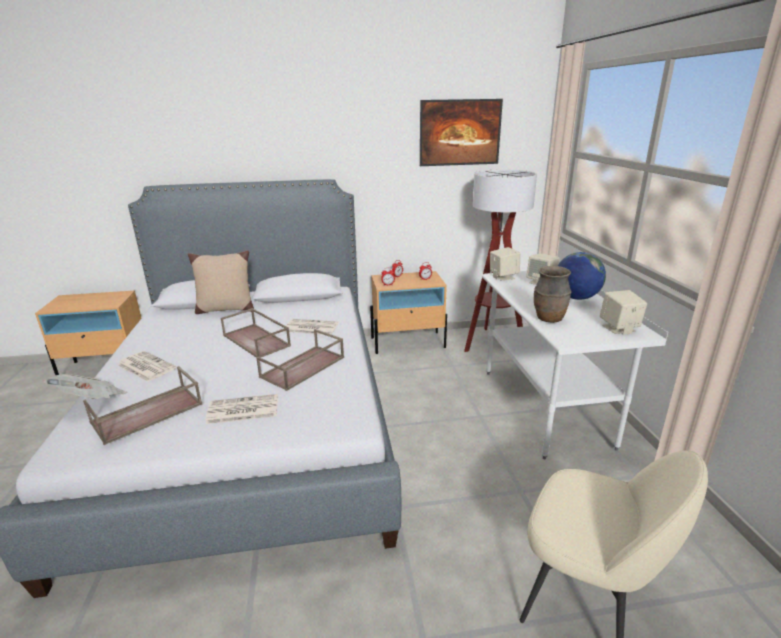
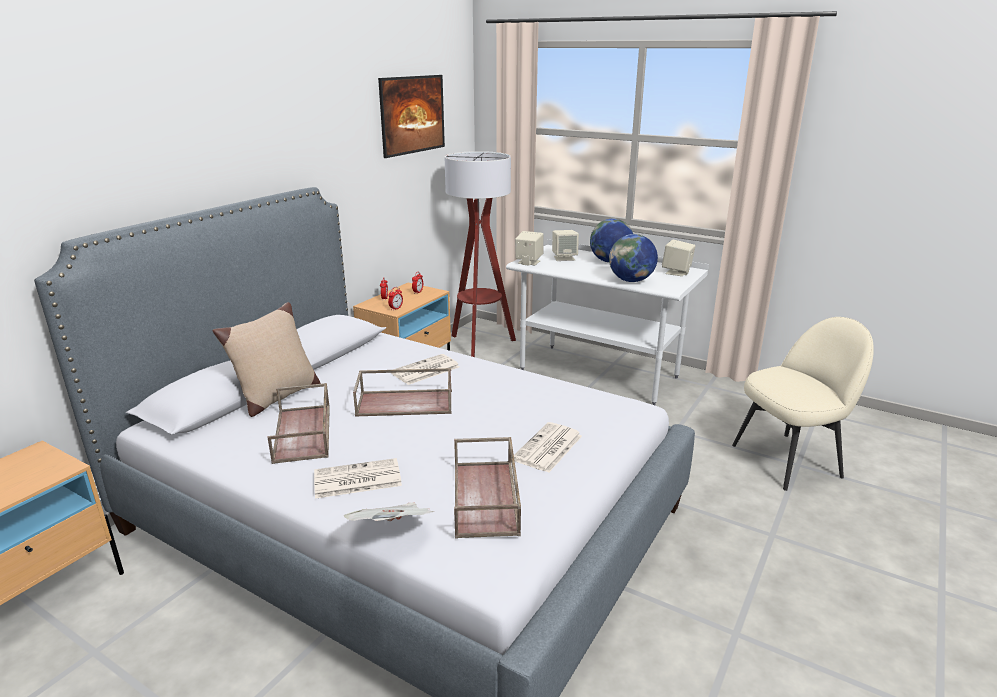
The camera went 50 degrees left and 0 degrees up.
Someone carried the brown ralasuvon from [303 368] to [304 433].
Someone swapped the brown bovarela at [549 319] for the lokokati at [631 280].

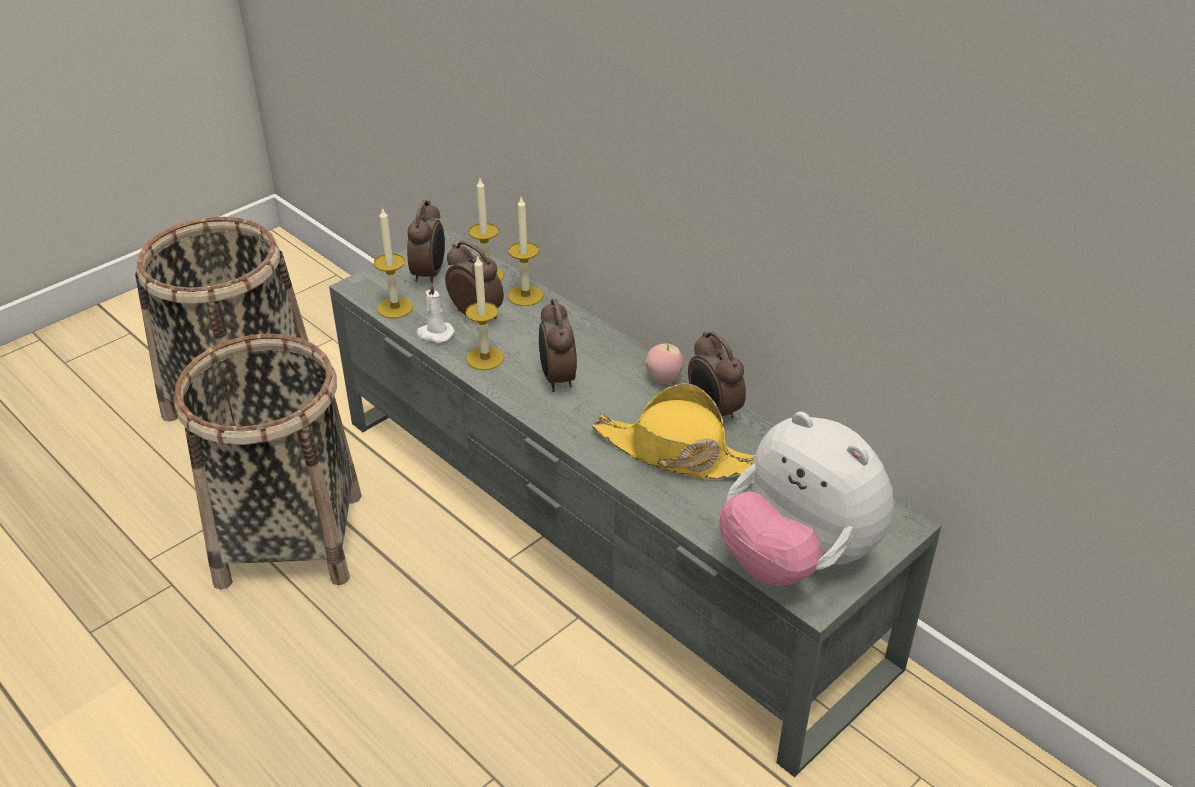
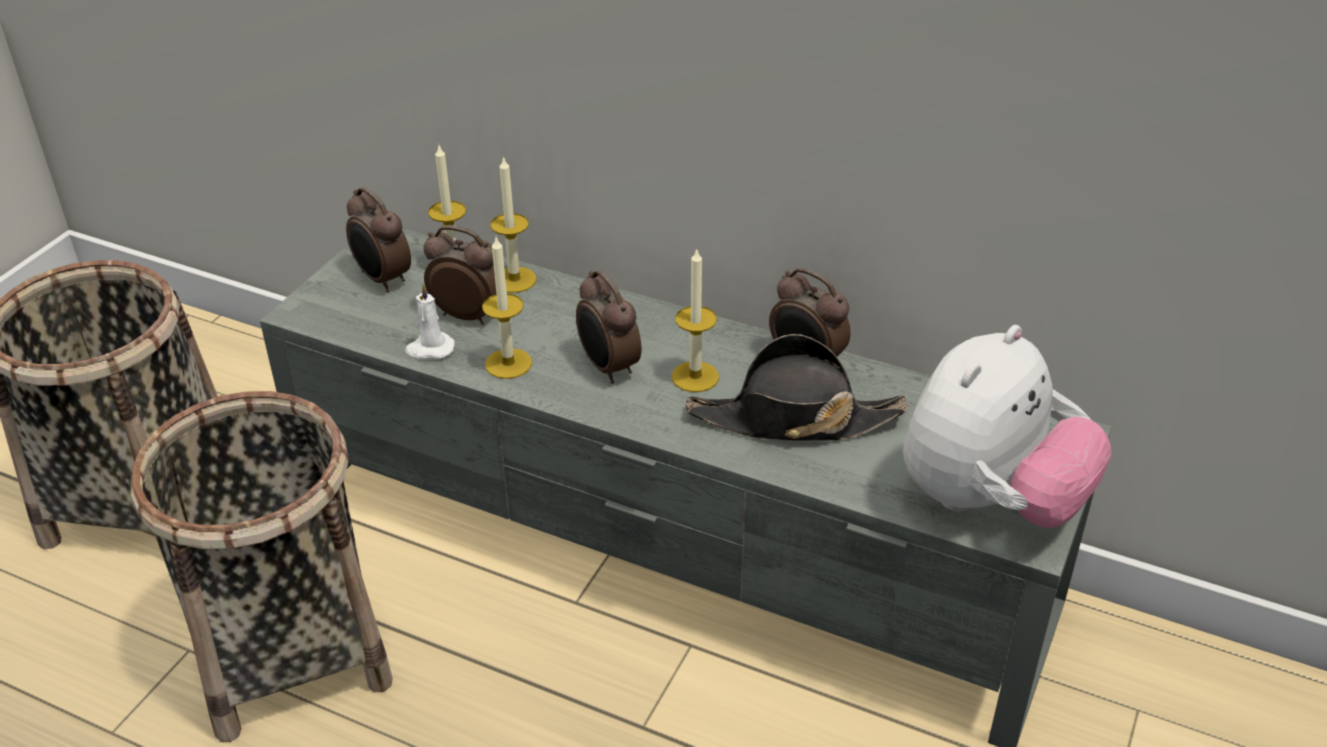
The camera went 20 degrees left and 0 degrees up.
Someone took away the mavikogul at [664 379].
Someone carried the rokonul from [395 308] to [695 376].
Someone repainted the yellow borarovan at [677 453], which became the black borarovan at [794 419].
Someone rotated the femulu at [430 274] by 150 degrees clockwise.
Someone rotated the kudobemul at [797 559] by 75 degrees counterclockwise.

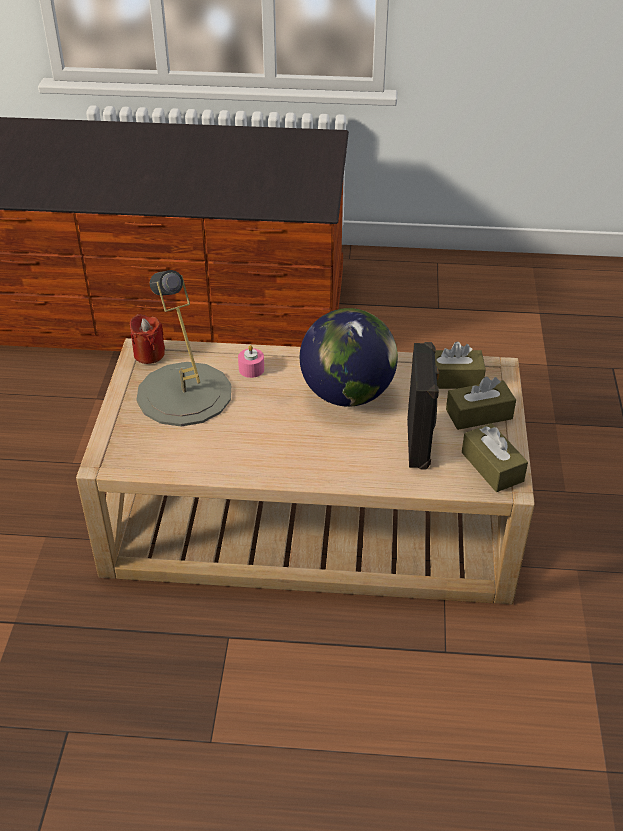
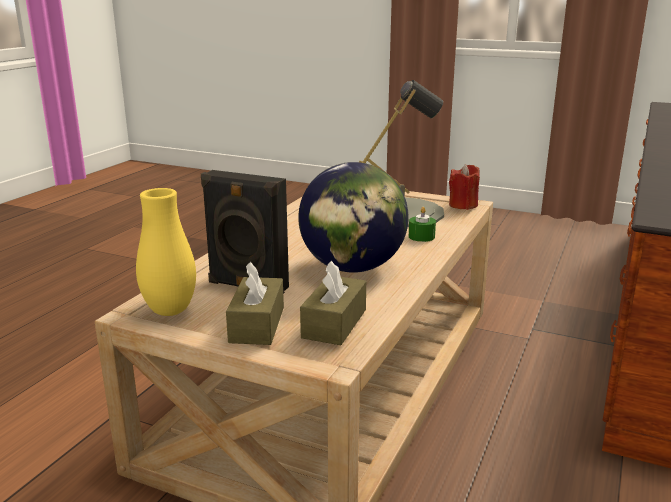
The camera went 110 degrees right and 20 degrees down.
Someone swapped the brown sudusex at [492 467] for the yellow bovarela at [170 311].
Someone repainted the pink rokonul at [251 369], which became the green rokonul at [421 236].

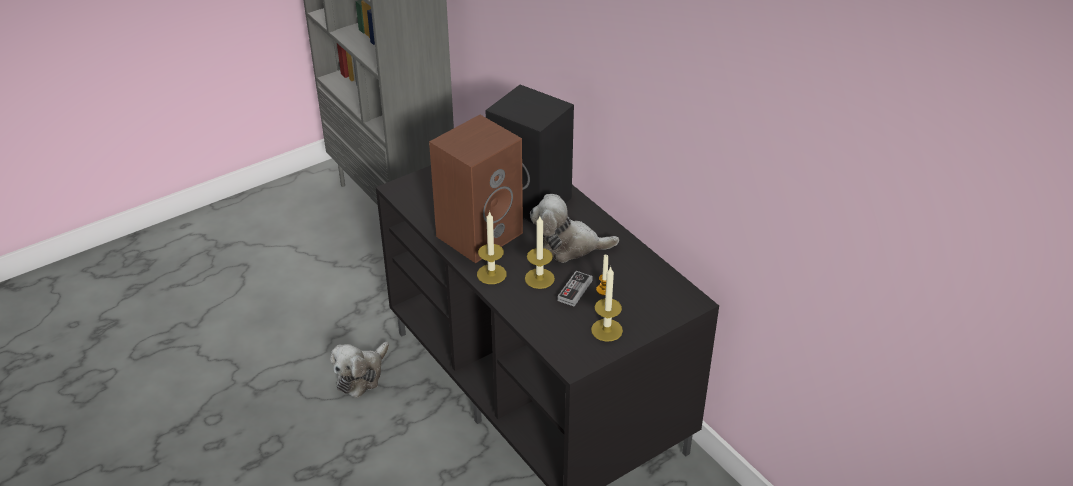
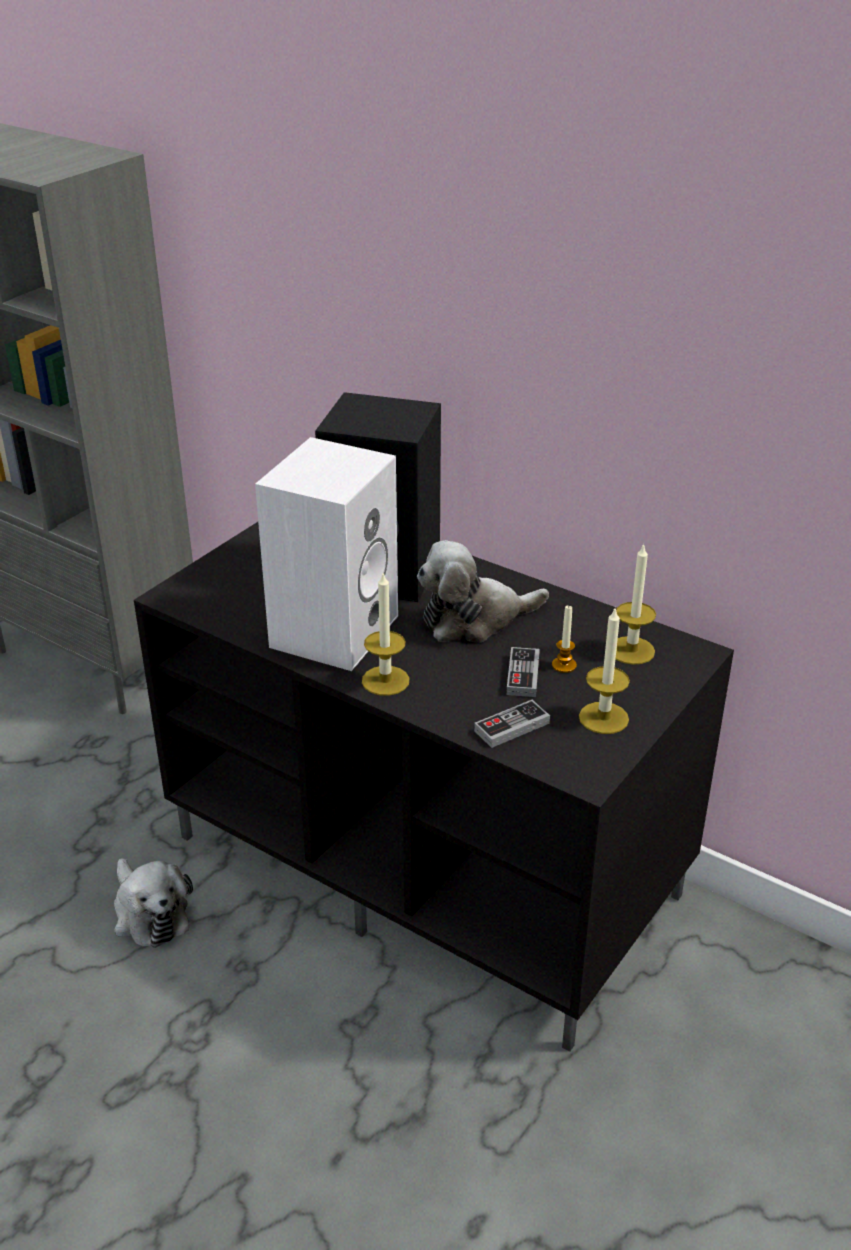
The camera went 20 degrees left and 5 degrees down.
Someone put down the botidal at [512 727].
Someone carried the rokonul from [539 278] to [631 650].
Someone repainted the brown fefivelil at [479 233], which became the white fefivelil at [333 629].
Someone rotated the kudobemul at [361 375] by 45 degrees counterclockwise.

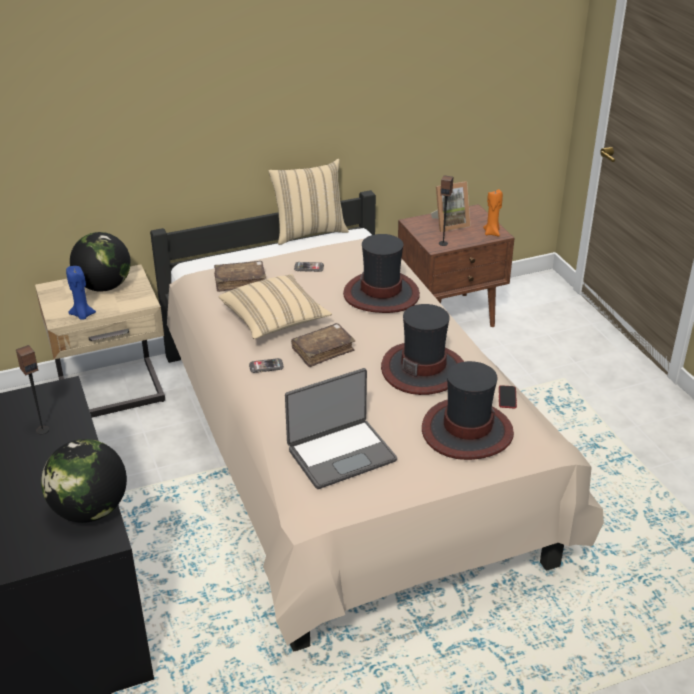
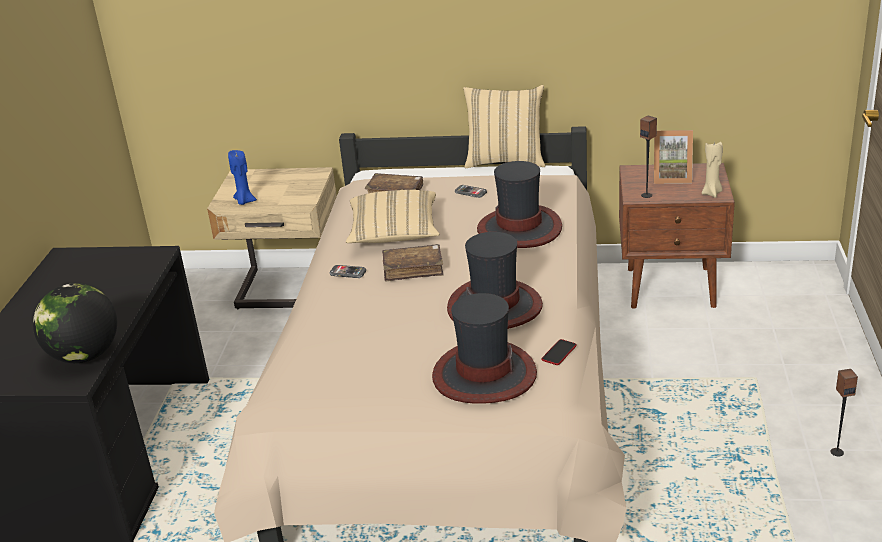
The camera went 30 degrees right and 5 degrees down.
Someone took away the lokokati at [104 286].
Someone took away the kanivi at [341 454].
Someone carried the fefivelil from [42 430] to [836 452].
Someone repainted the orange rokonul at [492 233], which became the beige rokonul at [712 193].

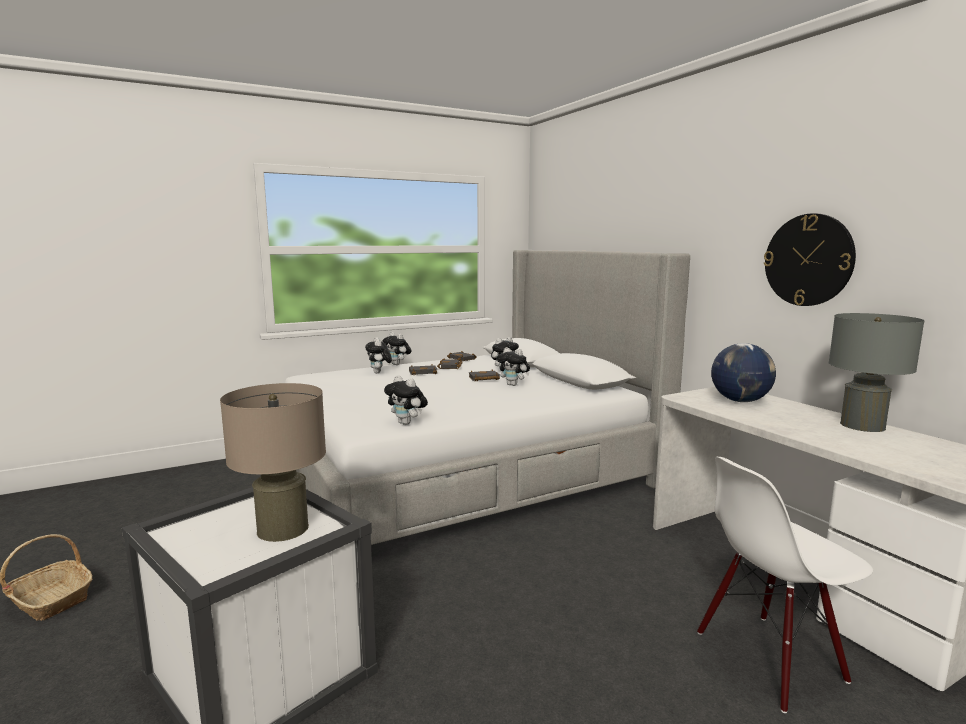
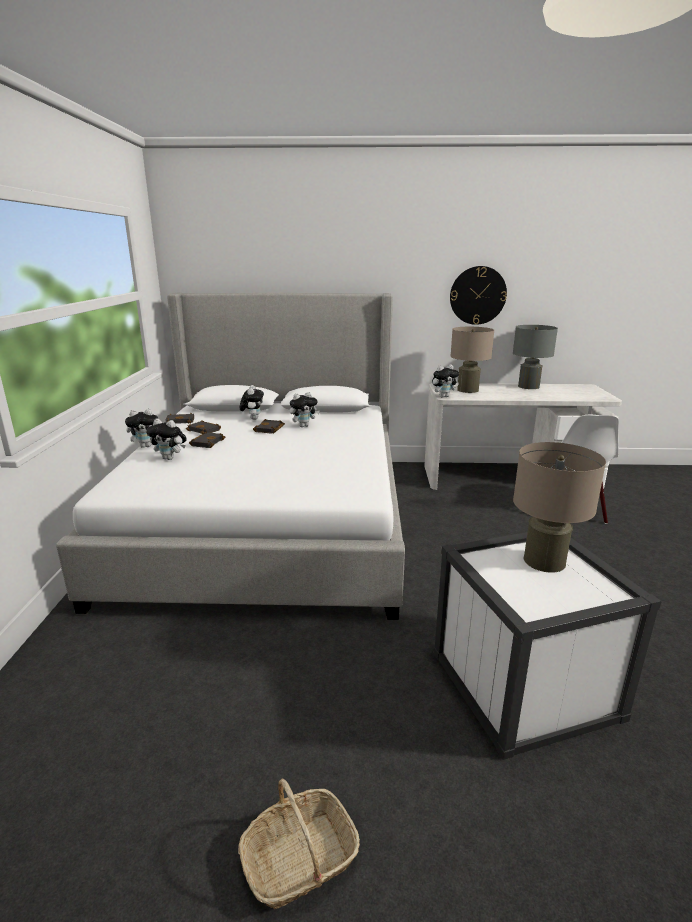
The camera went 60 degrees left and 10 degrees up.
Someone carried the kudobemul from [407 423] to [443 396].
Someone swapped the lokokati at [740 401] for the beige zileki at [467 390].

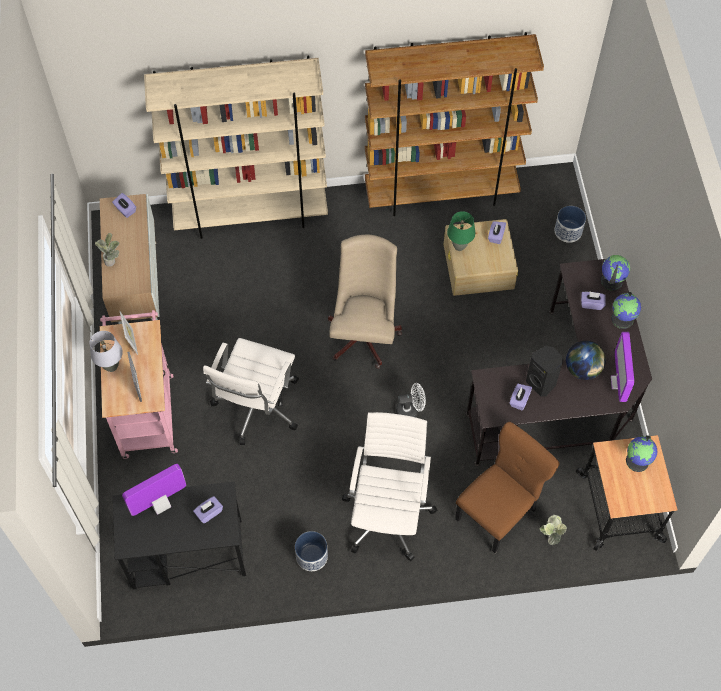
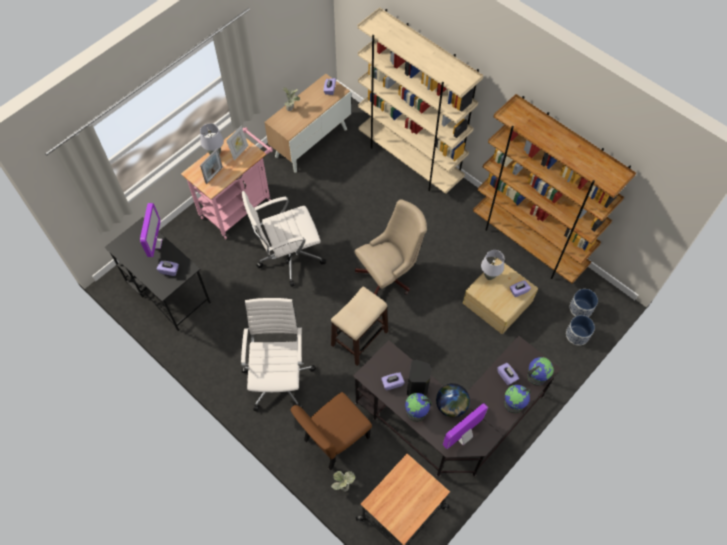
The camera went 50 degrees right and 0 degrees up.
Someone carried the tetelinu from [311 556] to [581 308].
Someone carried the lokokati from [638 461] to [416 412].
Someone swapped the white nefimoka at [410 410] for the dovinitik at [360 338].
Someone repainted the green zileki at [459 247], which became the grey zileki at [489 276].
Someone rotated the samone at [160 505] by 75 degrees clockwise.
Someone rotated the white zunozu at [388 514] by 60 degrees counterclockwise.
Someone rotated the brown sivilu at [498 512] by 135 degrees clockwise.

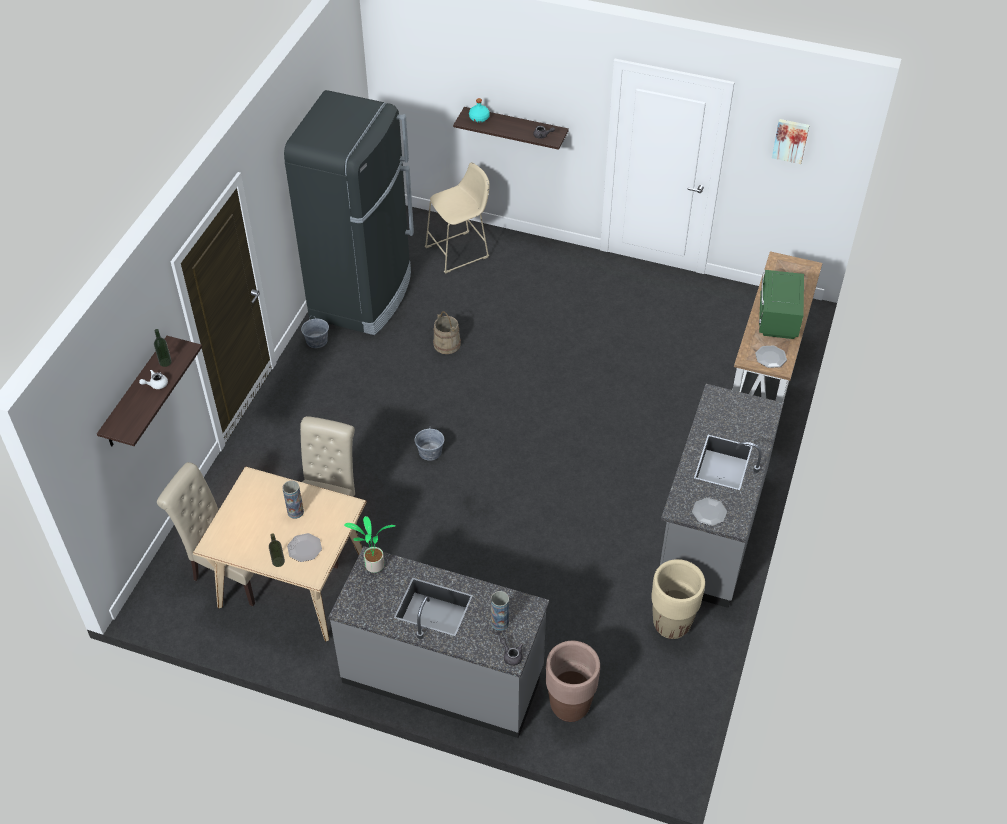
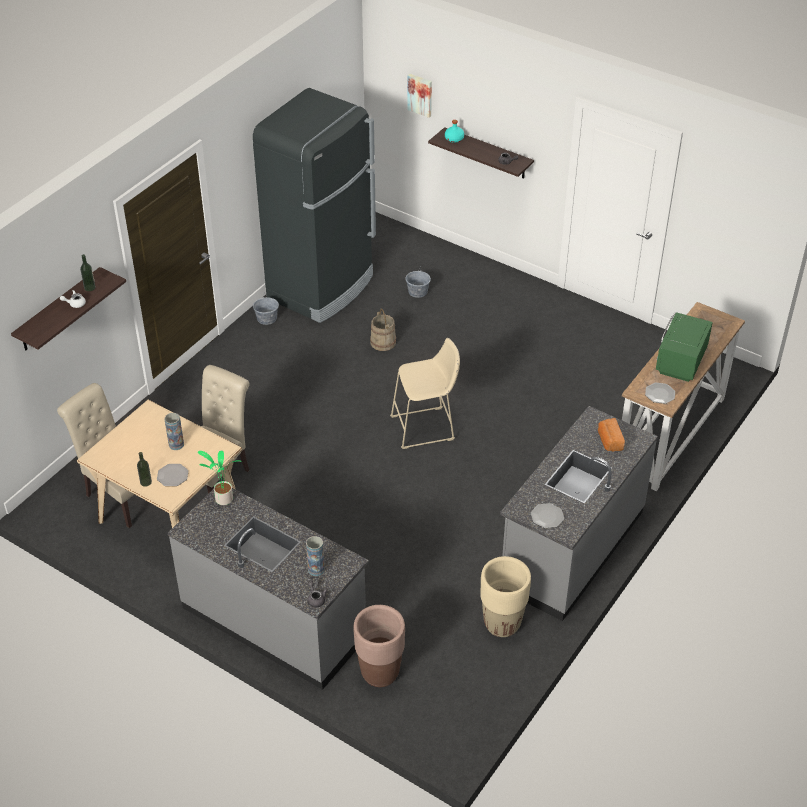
The camera went 15 degrees right and 5 degrees down.
Someone put down the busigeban at [609 441].
Someone carried the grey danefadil from [430 452] to [418 291].
Someone carried the beige dovinitik from [460 251] to [426 428].
Someone carried the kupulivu from [790 140] to [420 94].

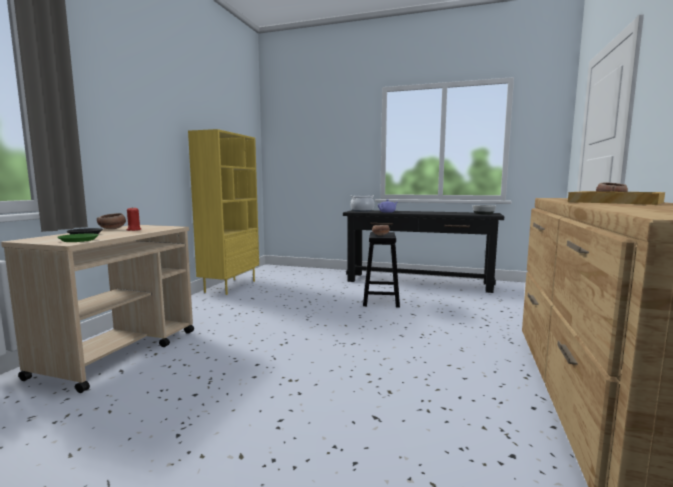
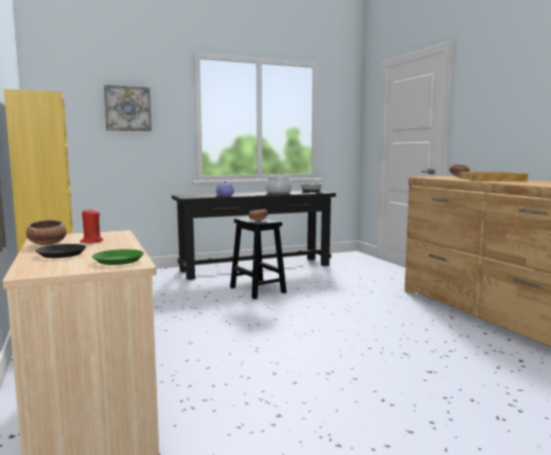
The camera went 40 degrees left and 0 degrees up.
Someone put up the kupulivu at [128 108].
Someone carried the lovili from [362 210] to [278 193].

